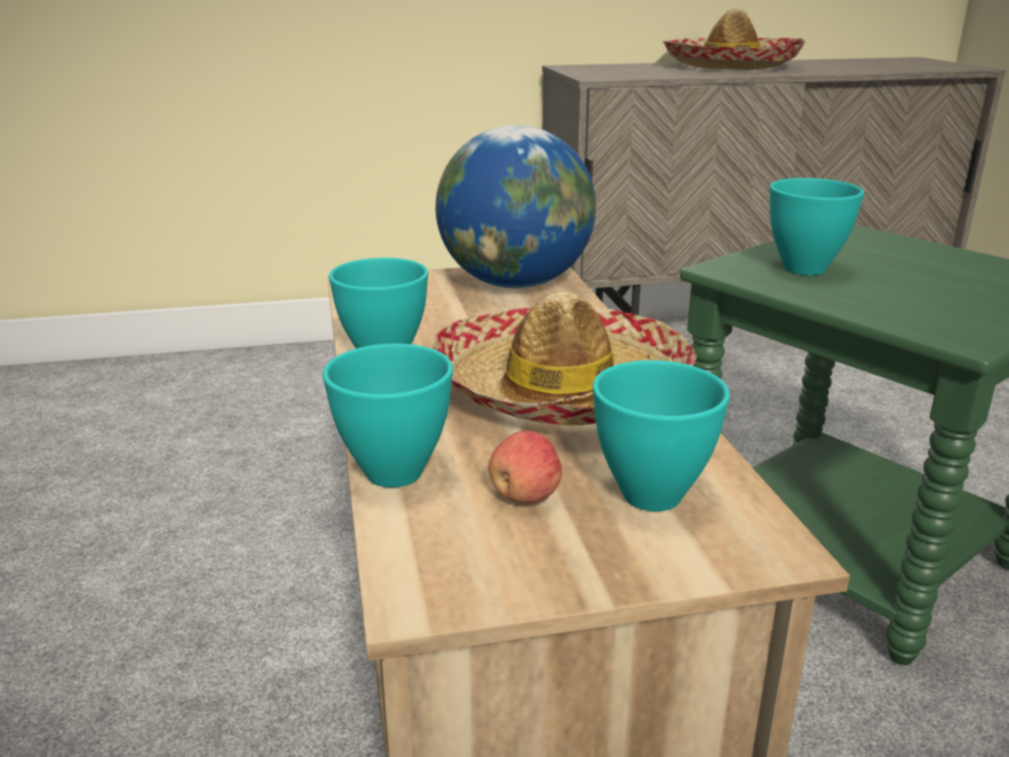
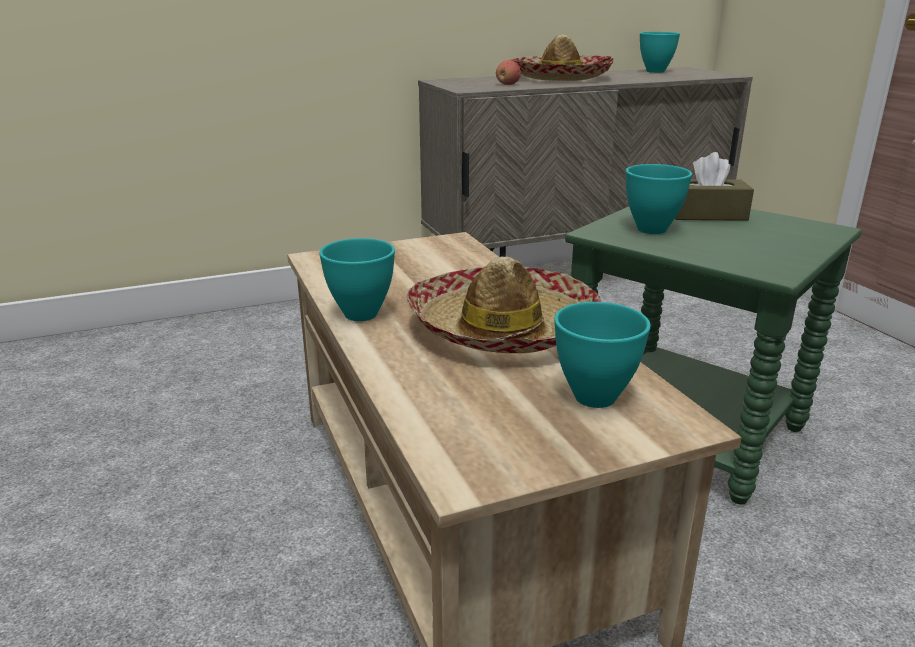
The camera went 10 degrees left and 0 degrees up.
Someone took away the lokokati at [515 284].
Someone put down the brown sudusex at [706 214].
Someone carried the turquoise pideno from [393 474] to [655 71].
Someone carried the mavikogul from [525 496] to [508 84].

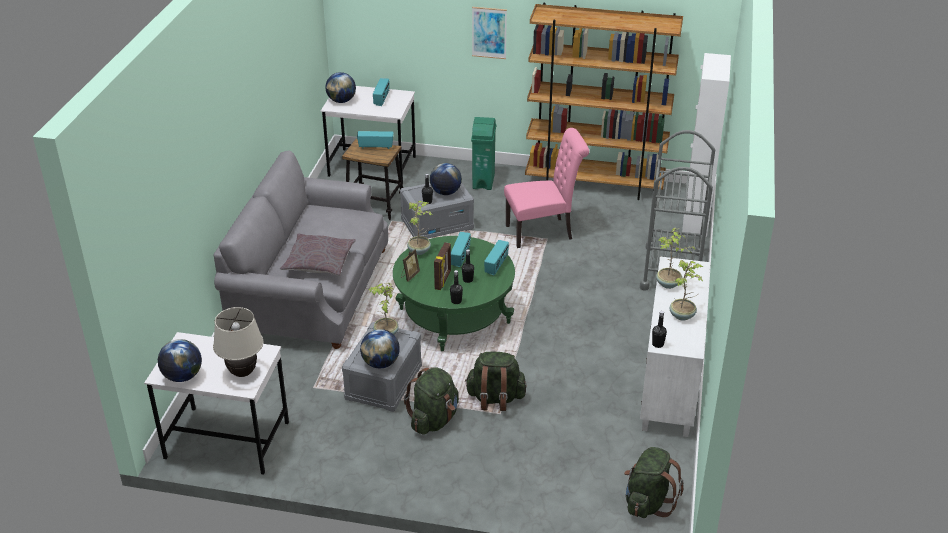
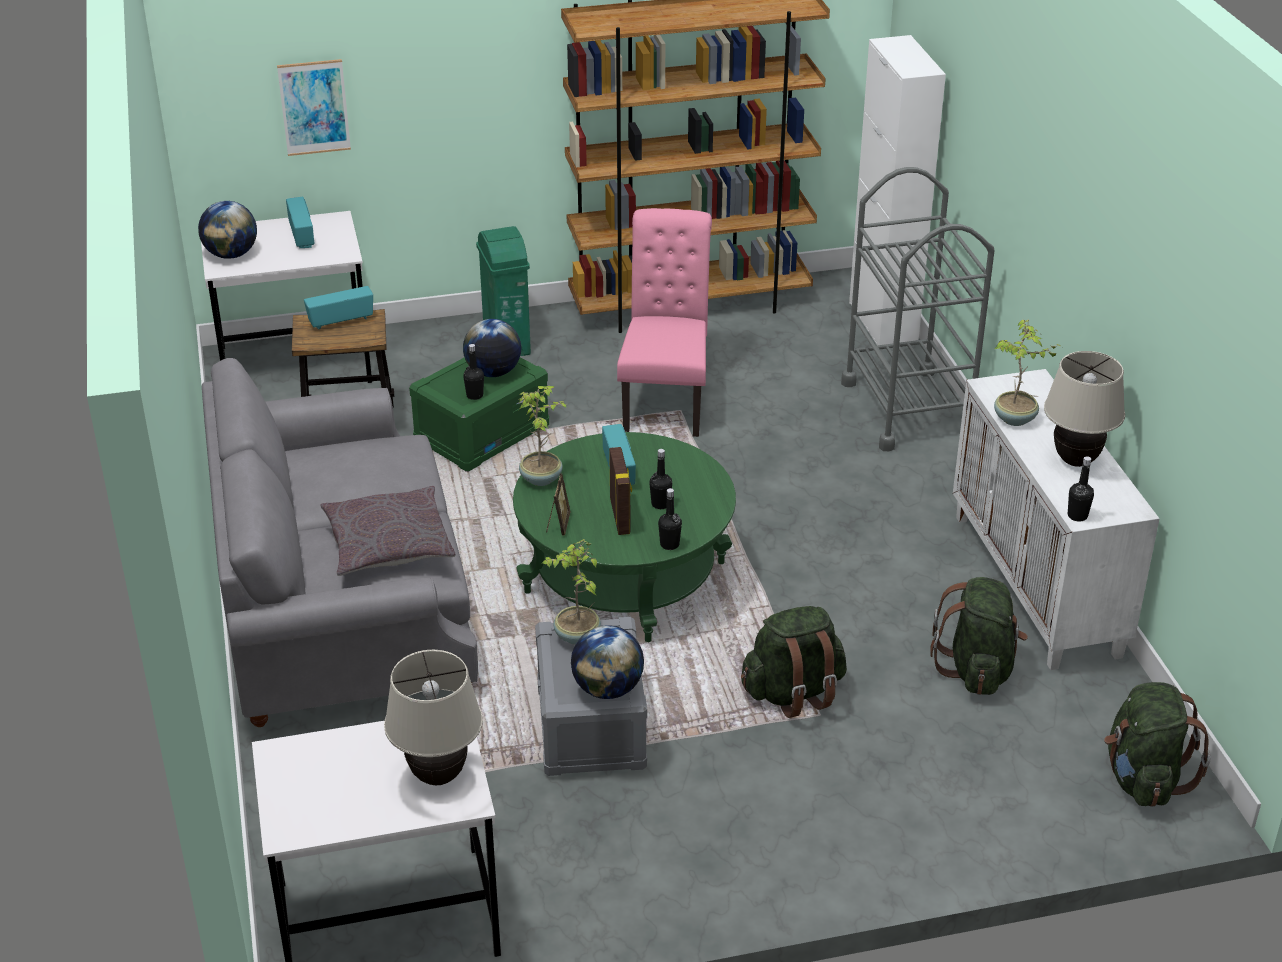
The camera went 25 degrees left and 0 degrees up.
Someone took away the lokokati at [182 376].
Someone took away the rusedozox at [496 265].
Someone carried the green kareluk from [434 420] to [977 669].
Someone carried the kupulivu from [489 32] to [314 107].
Someone swapped the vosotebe at [682 315] for the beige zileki at [1075 461].
Someone repainted the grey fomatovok at [437 224], which became the green fomatovok at [482 433].
Someone rotated the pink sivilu at [543 232] by 45 degrees counterclockwise.

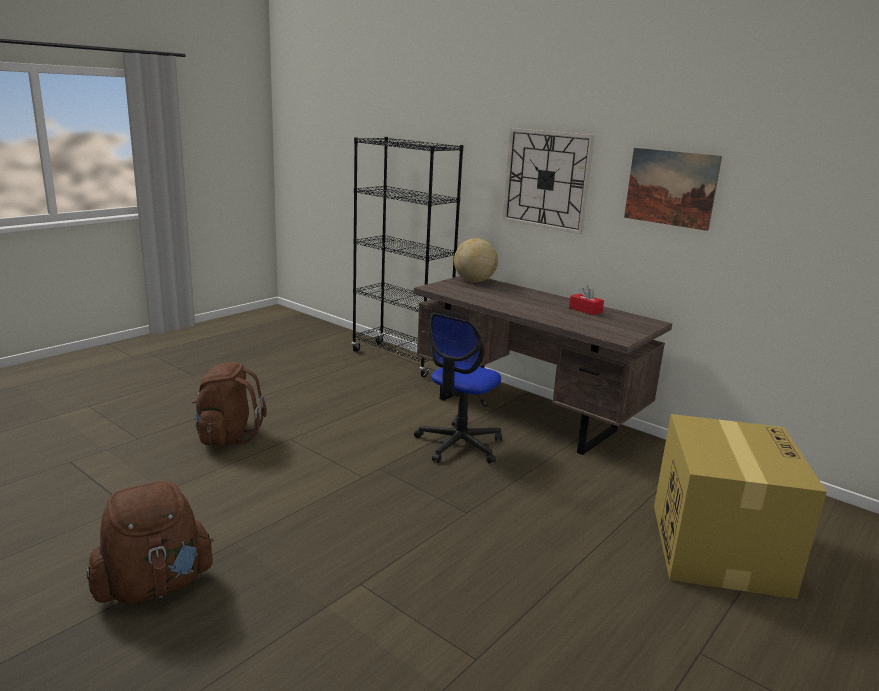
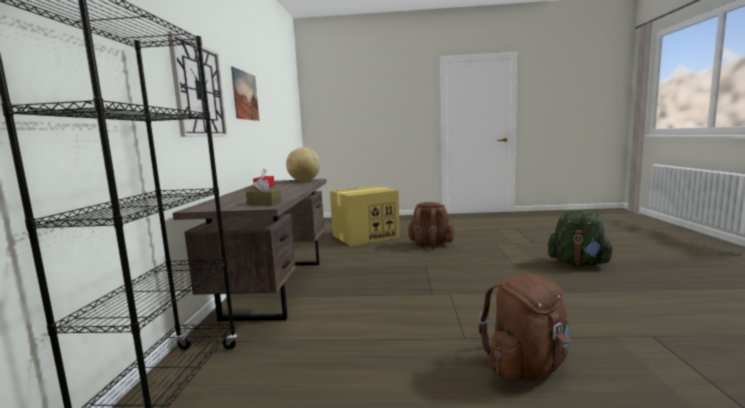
The camera went 125 degrees left and 10 degrees down.
Someone took away the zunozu at [459 444].
Someone put down the brown sudusex at [264 203].
Someone put down the green kareluk at [578 263].
Someone carried the brown kareluk from [154 586] to [430 244].
Someone carried the lokokati from [474 281] to [304 181].

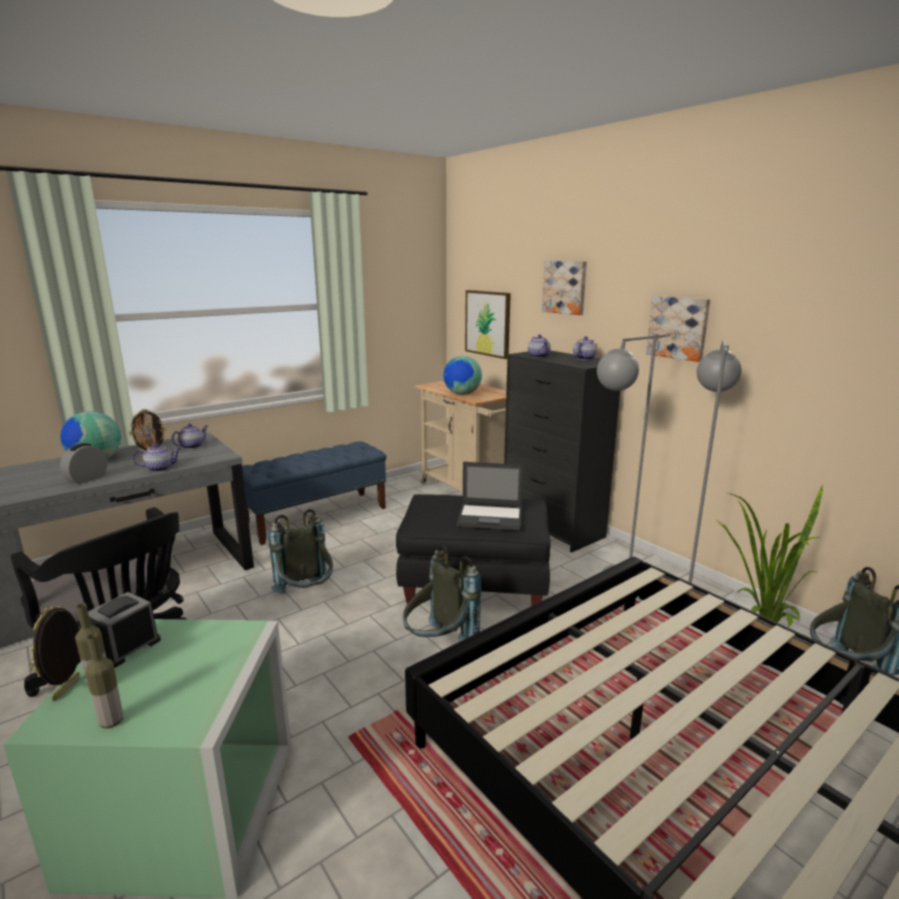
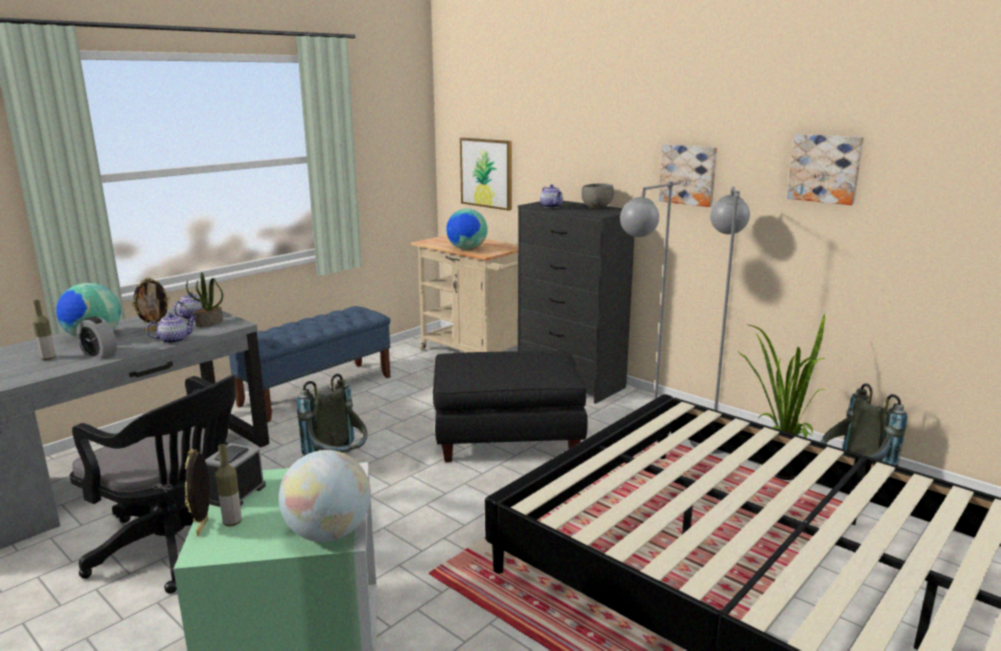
The camera went 10 degrees left and 0 degrees up.
Someone took away the grey kareluk at [439 644].
Someone took away the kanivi at [491 517].
Someone put down the vosotebe at [209 323].
Someone put down the lokokati at [328 534].
Someone carried the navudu from [111 722] to [48 358].
Someone carried the kupulivu from [565 287] to [825 168].
Someone swapped the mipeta at [583 359] for the grey pideno at [597 207].
Someone rotated the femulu at [87 479] by 75 degrees counterclockwise.

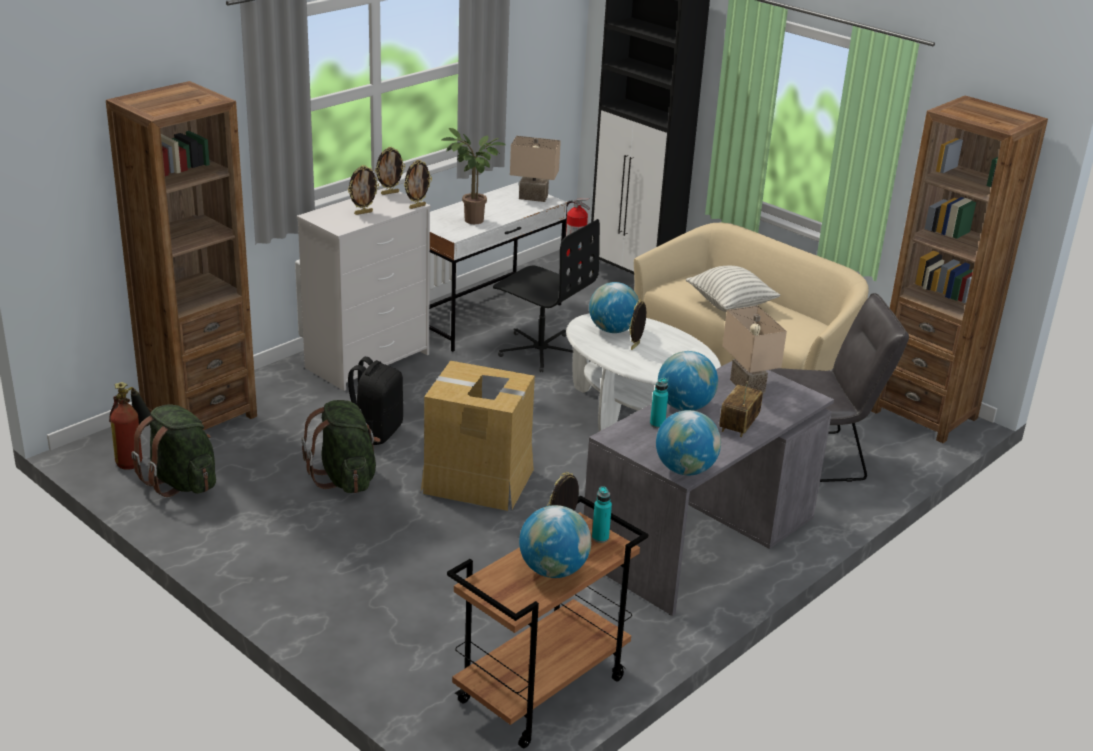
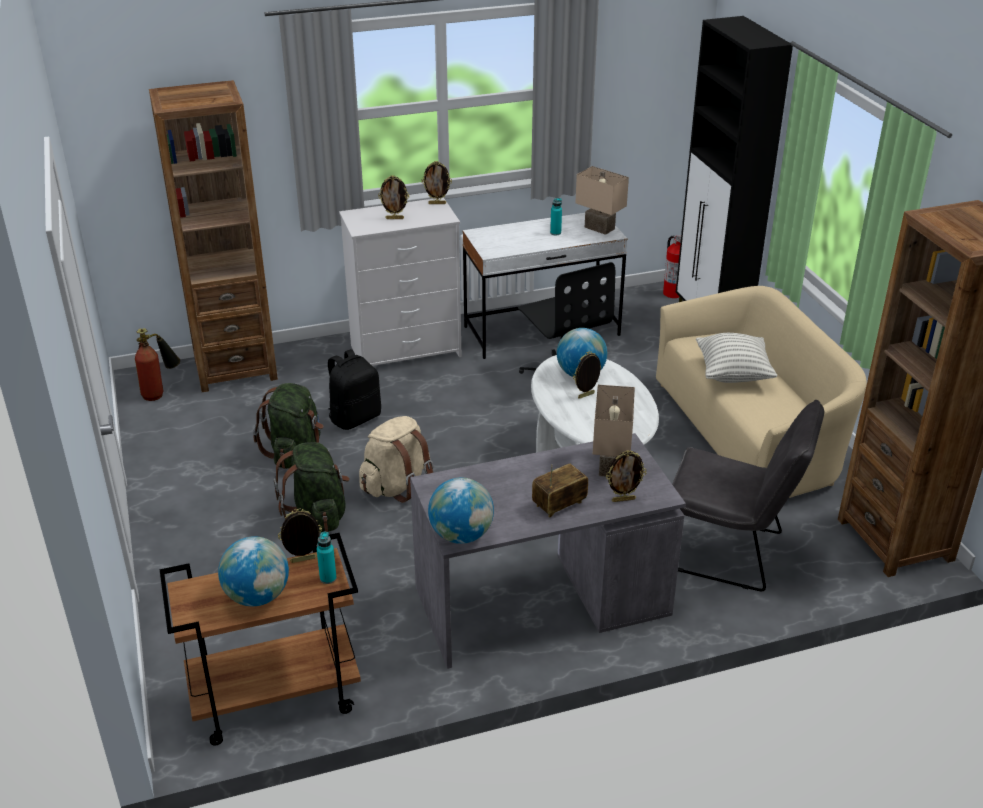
The camera went 30 degrees right and 5 degrees up.
Someone took away the vosotebe at [471 221].
Someone took away the lokokati at [684 407].
Someone carried the green kareluk from [181 482] to [318 515].
Someone carried the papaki from [417 206] to [623 499].
Someone carried the turquoise navudu from [657 424] to [555 233].
Someone swapped the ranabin at [478 481] for the beige kareluk at [397 486].

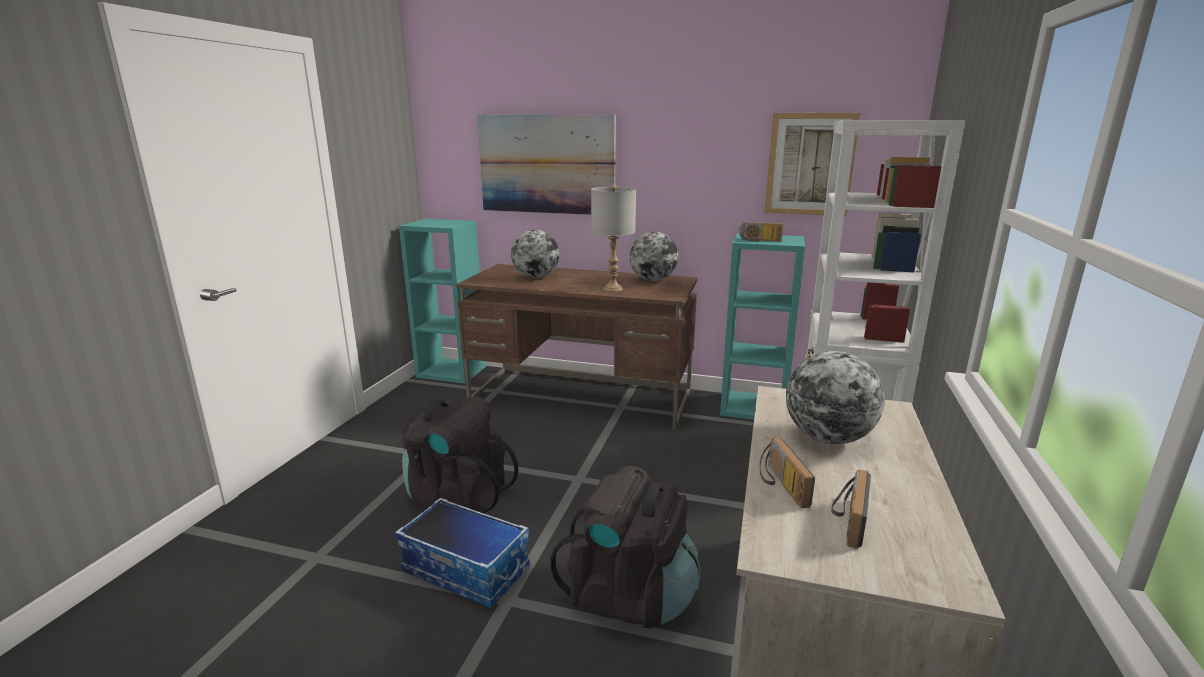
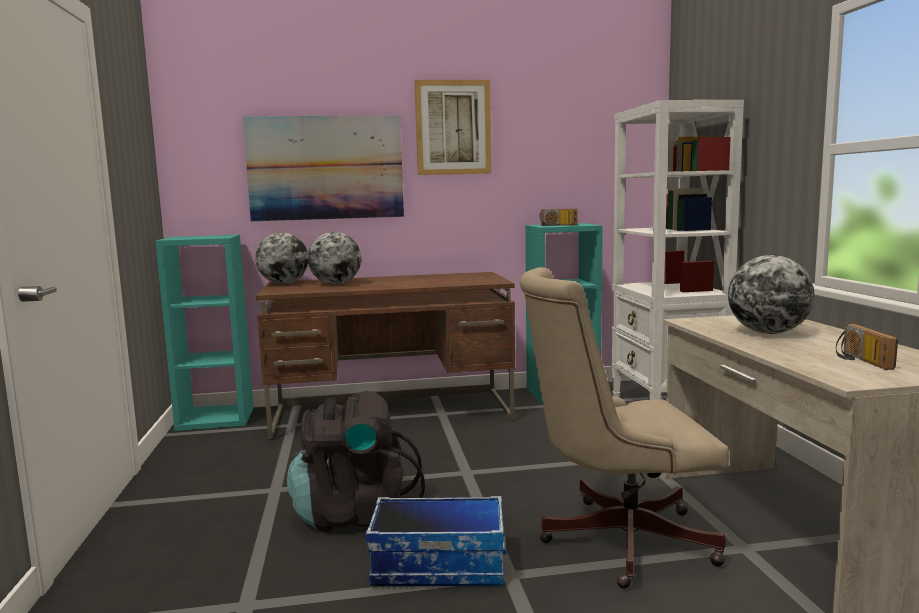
The camera went 25 degrees left and 10 degrees down.
Someone took away the grey zileki at [612 289].
Someone took away the rusedozox at [780 485].
Someone carried the lokokati from [653 280] to [284 284].
Someone carried the kupulivu from [810 164] to [453 127].
Someone swapped the black kareluk at [629 596] for the beige zunozu at [615 539].

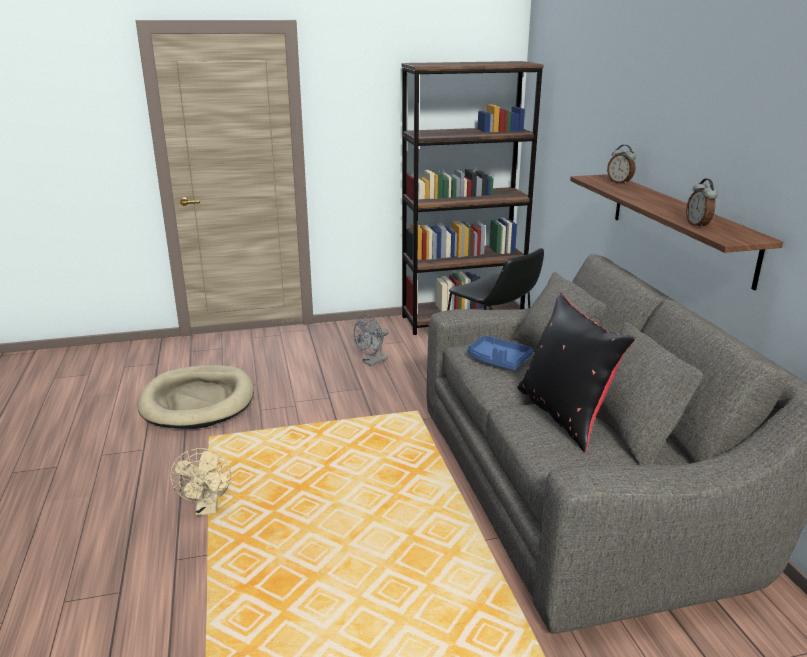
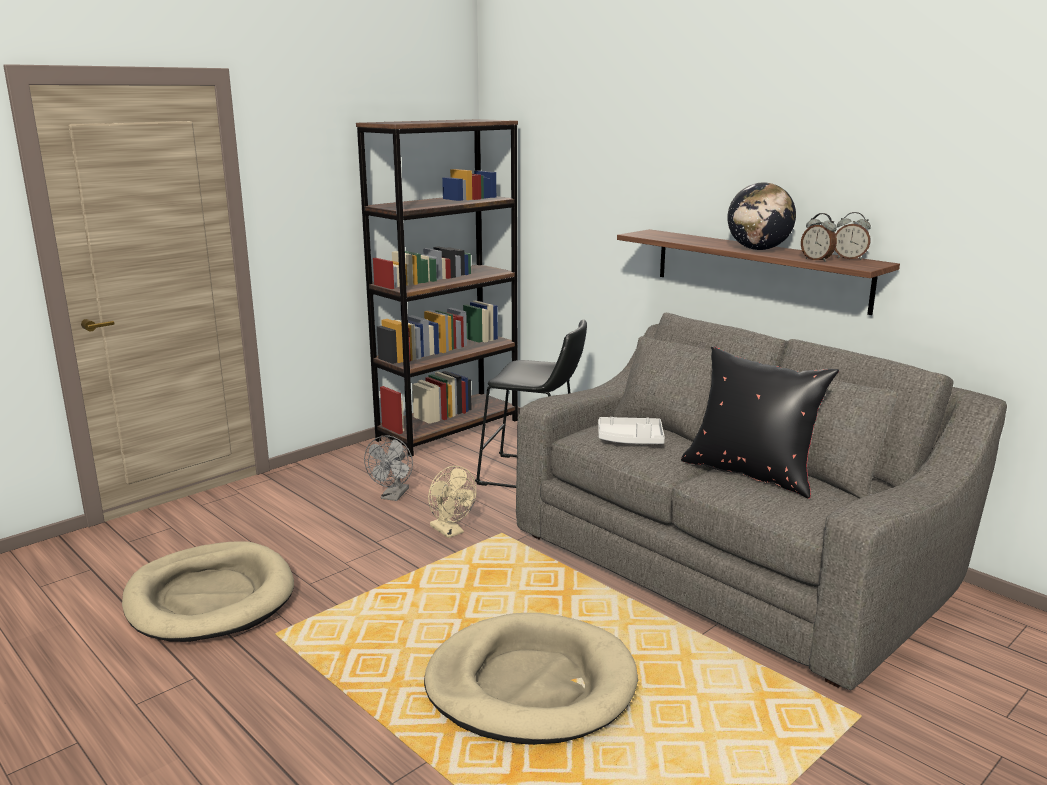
The camera went 30 degrees left and 5 degrees down.
Someone put down the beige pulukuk at [530 685].
Someone put down the lokokati at [758 249].
Someone carried the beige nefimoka from [207 508] to [450 532].
Someone carried the femulu from [620 182] to [849 258].
Someone repainted the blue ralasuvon at [498 360], which became the white ralasuvon at [630 440].

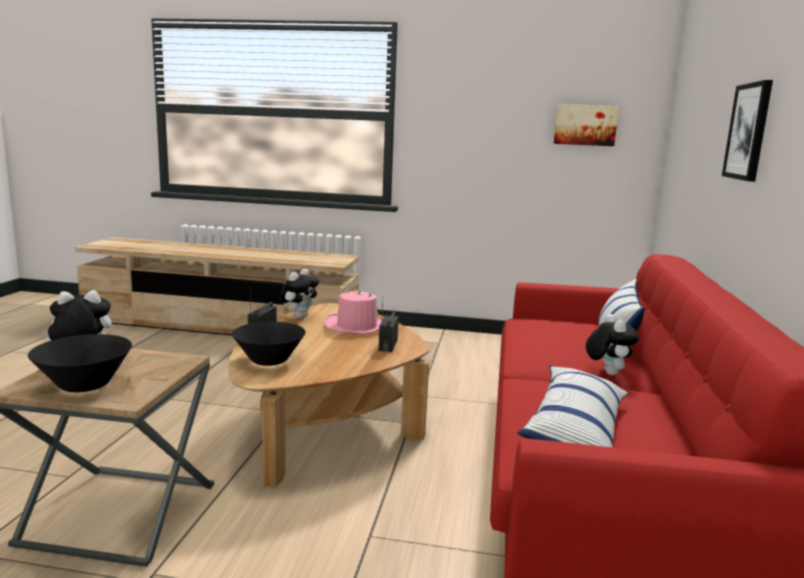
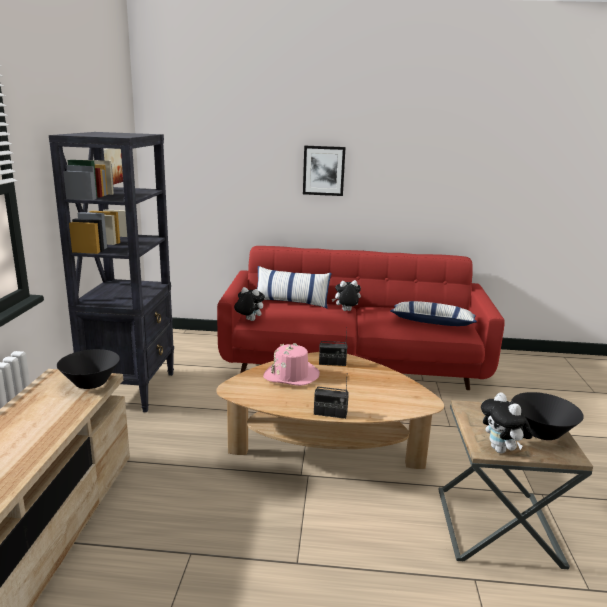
The camera went 95 degrees left and 5 degrees up.
Someone put down the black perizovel at [131 389].
Someone carried the black pideno from [269 360] to [91 383].
Someone carried the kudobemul from [299 316] to [248 320].

